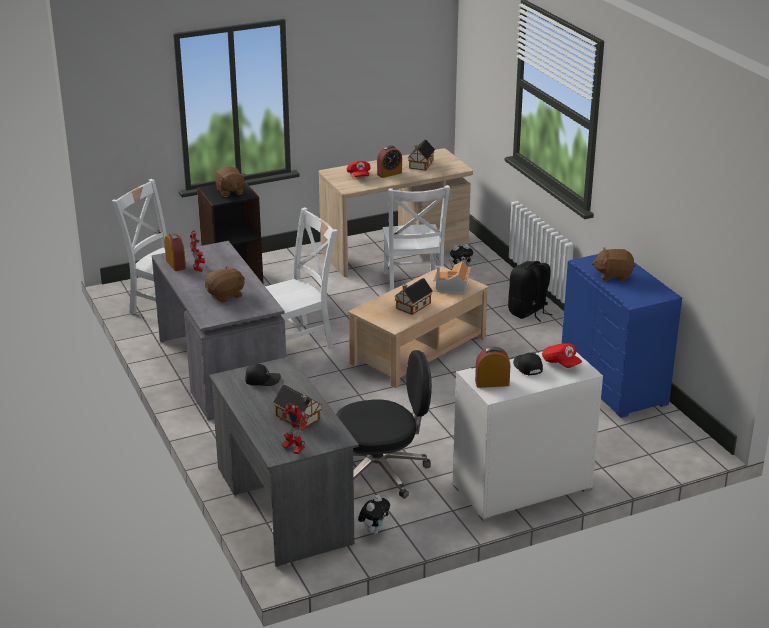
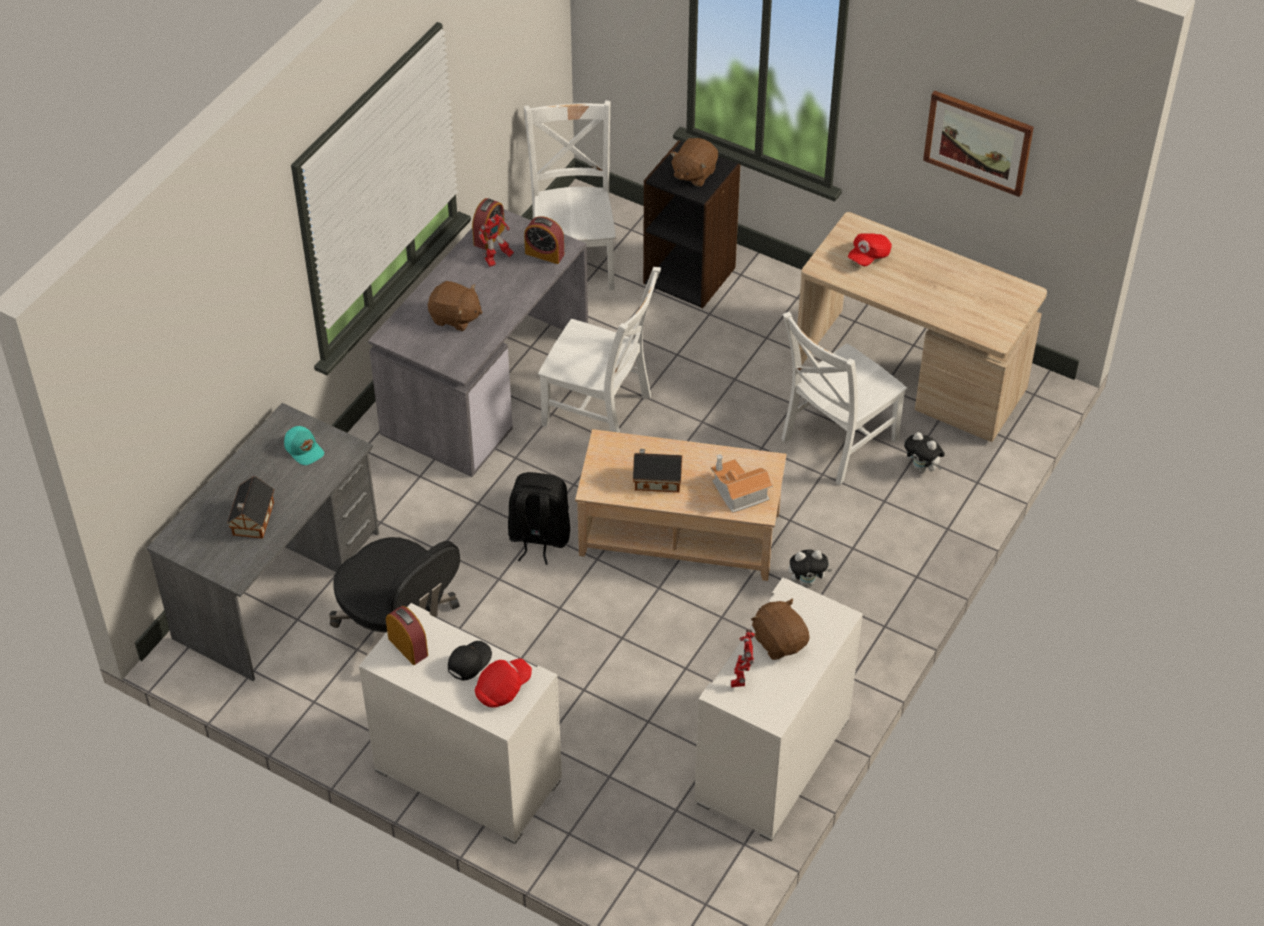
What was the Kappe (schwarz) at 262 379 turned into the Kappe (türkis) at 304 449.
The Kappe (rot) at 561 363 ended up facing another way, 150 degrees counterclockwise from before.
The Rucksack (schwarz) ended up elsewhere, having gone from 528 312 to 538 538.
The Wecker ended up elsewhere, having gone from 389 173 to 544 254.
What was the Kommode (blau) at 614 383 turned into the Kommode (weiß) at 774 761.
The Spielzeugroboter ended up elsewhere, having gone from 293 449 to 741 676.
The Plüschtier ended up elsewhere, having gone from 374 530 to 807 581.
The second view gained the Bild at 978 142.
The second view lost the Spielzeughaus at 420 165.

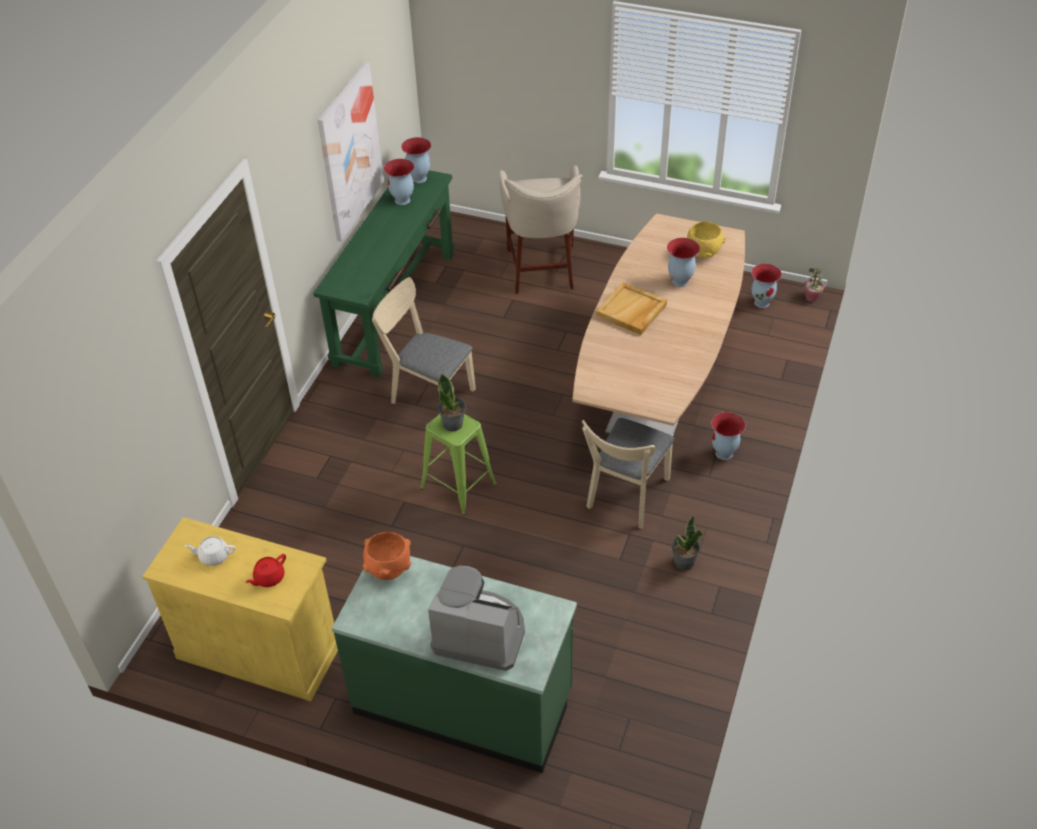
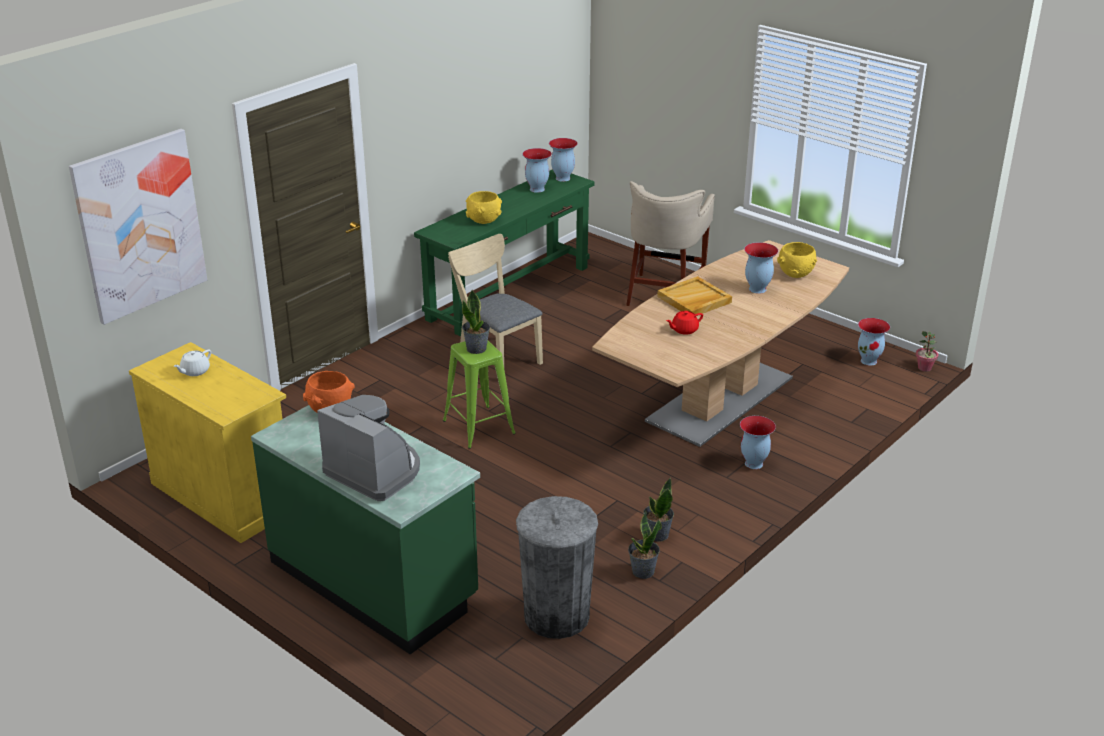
The Bild ended up elsewhere, having gone from 349 152 to 139 225.
The Teekanne (weiß) at 213 556 ended up facing another way, 75 degrees counterclockwise from before.
The second view gained the Schüssel (gelb) at 484 221.
The second view gained the Mülleimer (grau) at 556 616.
The second view gained the Topfpflanze at 642 571.
The Teekanne (rot) ended up elsewhere, having gone from 269 578 to 684 330.
The second view lost the Stuhl (beige) at 625 498.

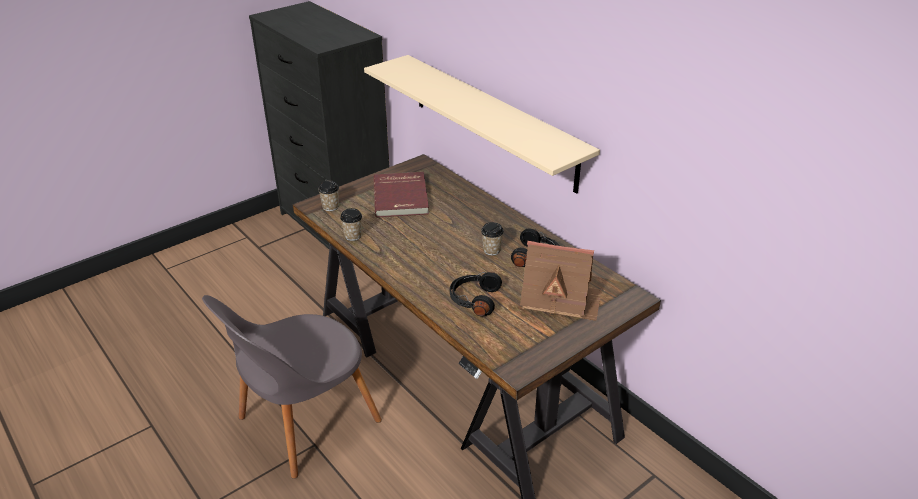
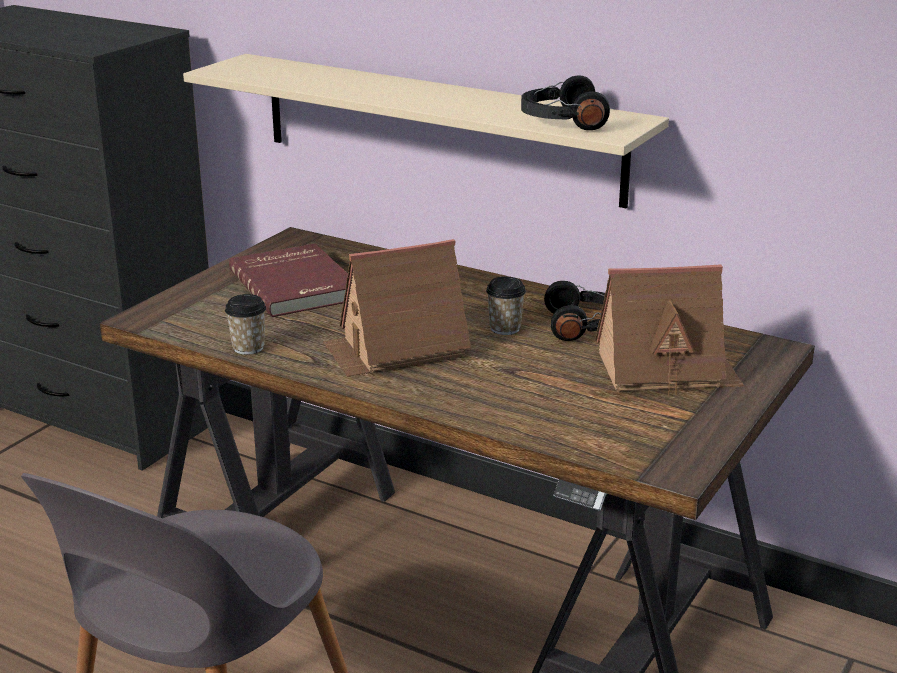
The second view gained the Spielzeughaus at 396 349.
The Kopfhörer (schwarz) ended up elsewhere, having gone from 474 300 to 561 121.
The second view lost the Tasse at 330 207.

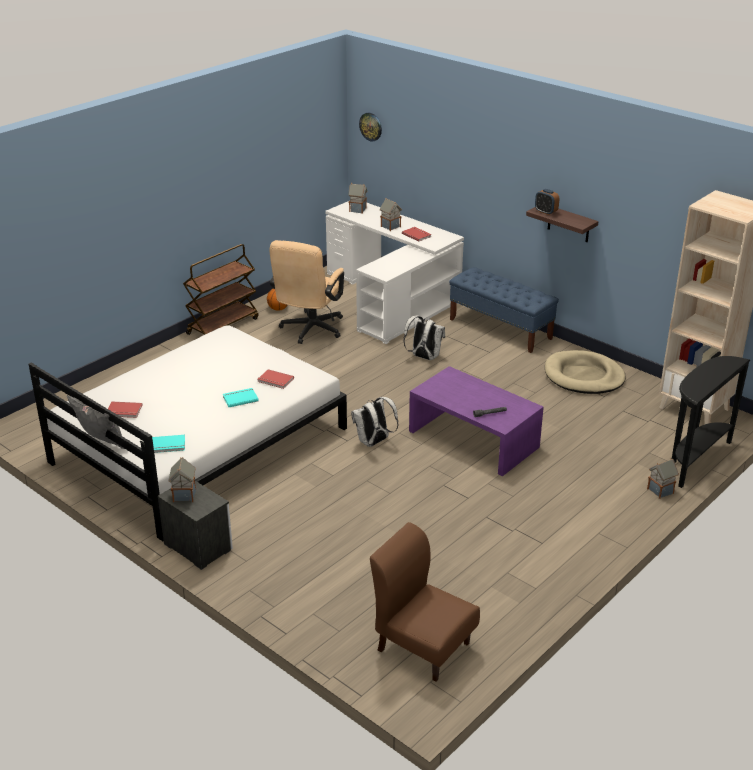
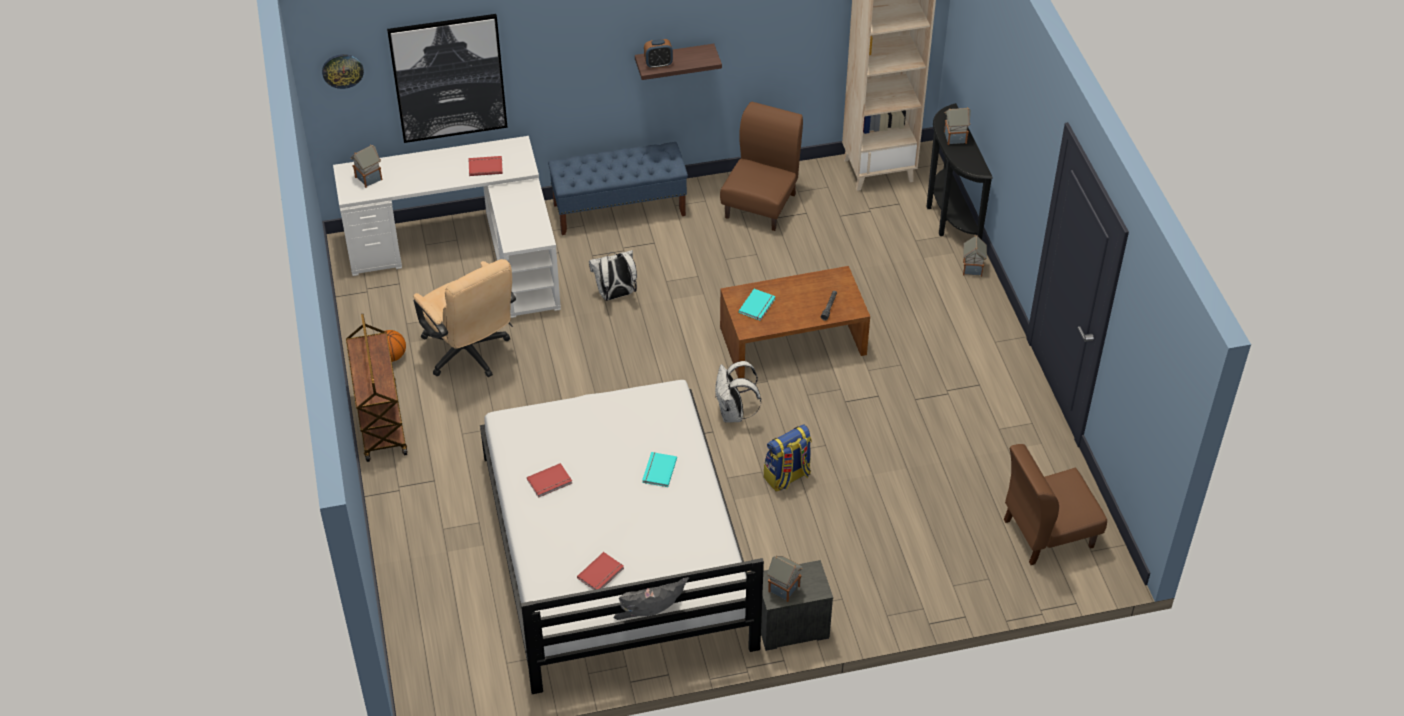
The second view gained the Bild at 448 78.
The Buch (rot) ended up elsewhere, having gone from 275 380 to 550 482.
Where the Hundebett (beige) stood at 583 376, the Stuhl (braun) came to stand at 761 205.
What was the Couchtisch (lila) at 474 439 turned into the Couchtisch (braun) at 792 340.
The Buch (türkis) ended up elsewhere, having gone from 168 445 to 758 306.
The second view gained the Rucksack at 787 477.
The Spielzeughaus ended up elsewhere, having gone from 390 226 to 954 138.

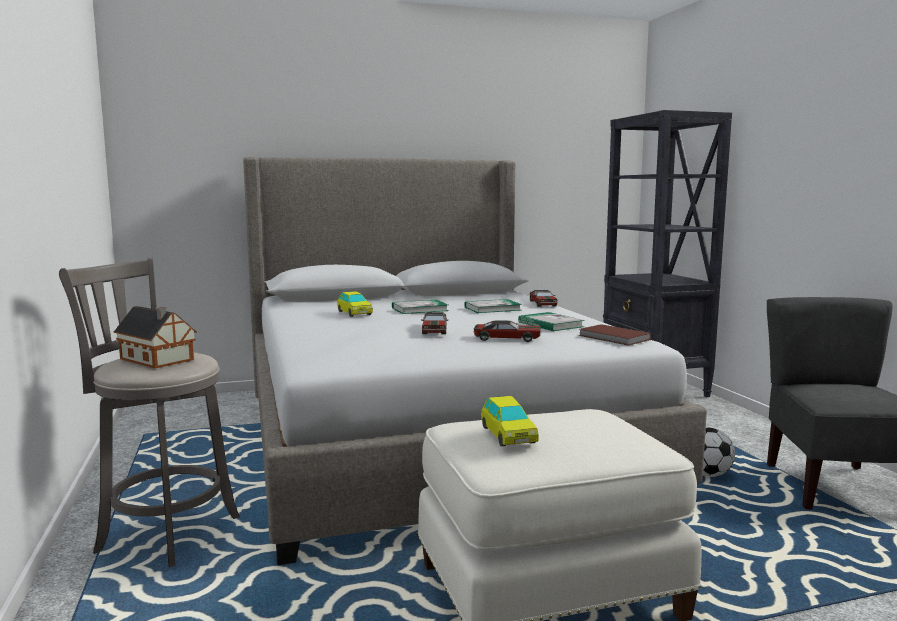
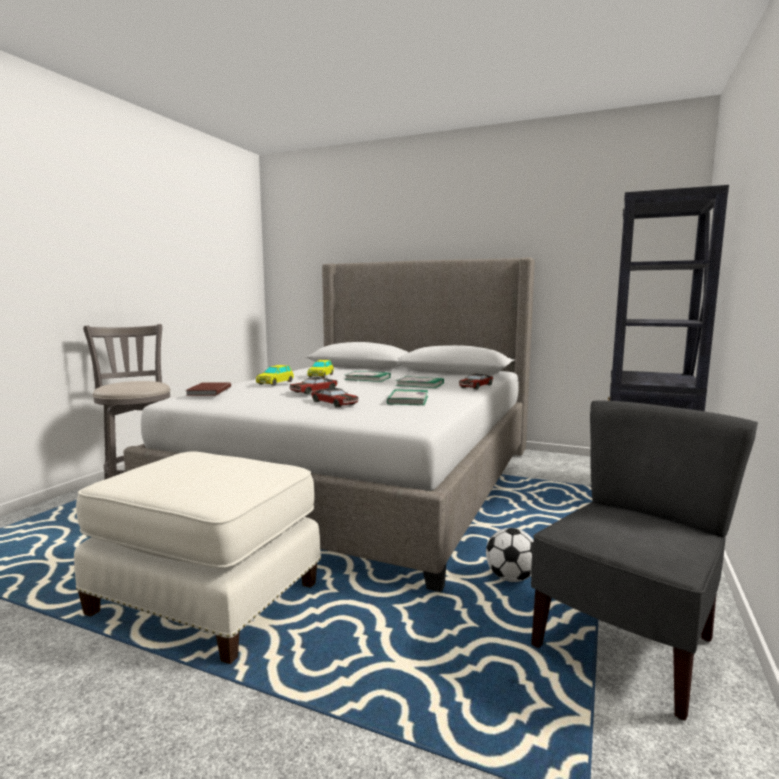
The Buch (braun) ended up elsewhere, having gone from 614 338 to 208 391.
The Spielzeugauto ended up elsewhere, having gone from 508 435 to 275 383.
The second view lost the Spielzeughaus at 157 360.

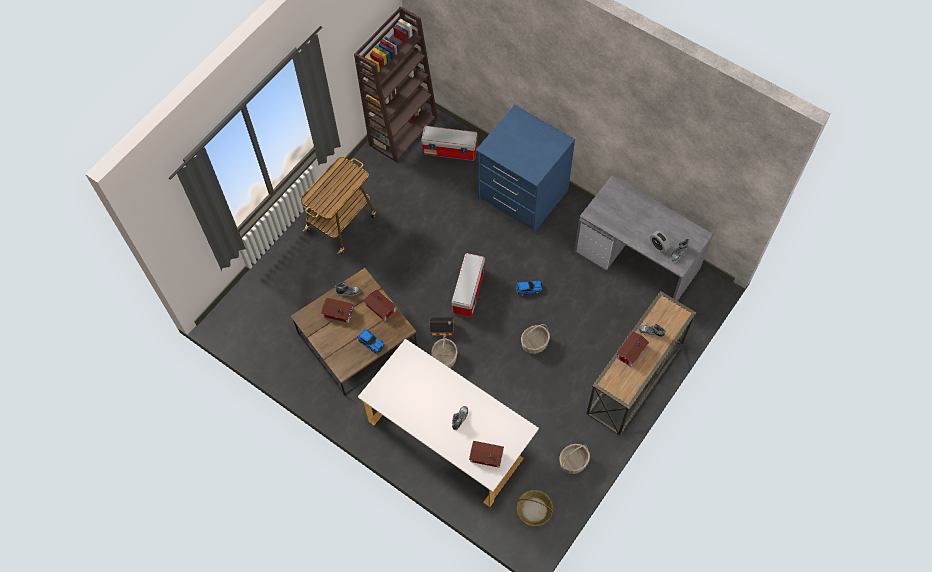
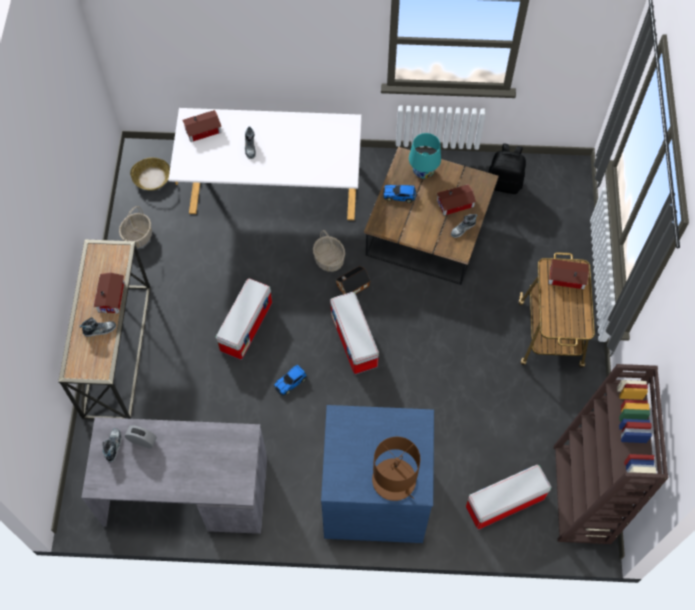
Where the Korb stood at 534 343, the Aufbewahrungsbox came to stand at 246 326.
The second view gained the Tischlampe (braun) at 394 480.
The second view gained the Tischlampe (türkis) at 423 172.
The second view gained the Rucksack (schwarz) at 504 183.
The Spielzeughaus ended up elsewhere, having gone from 380 309 to 566 277.

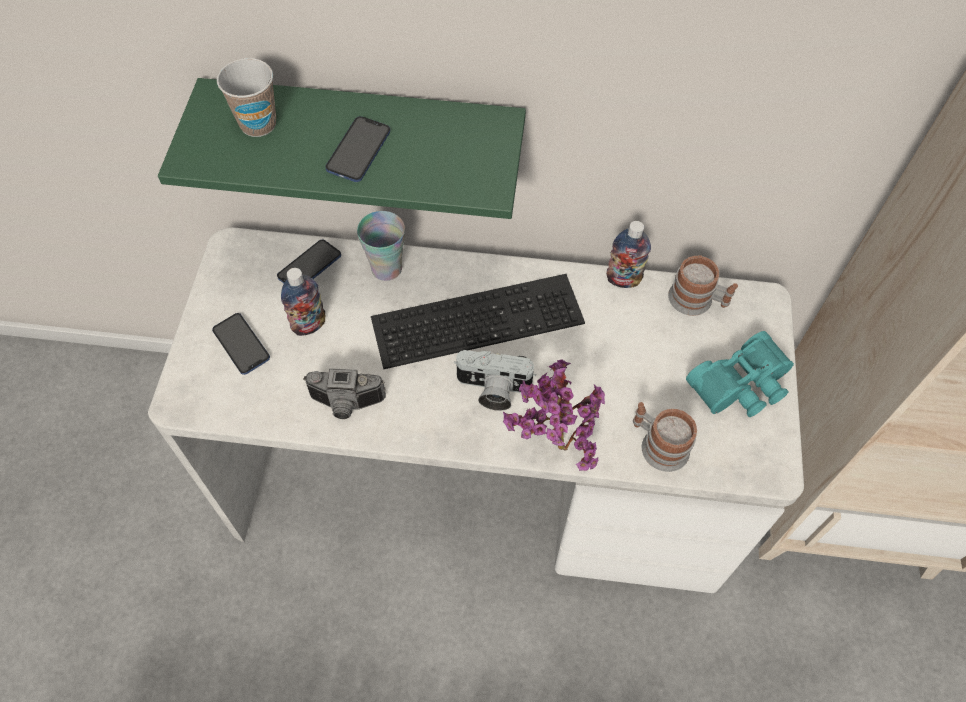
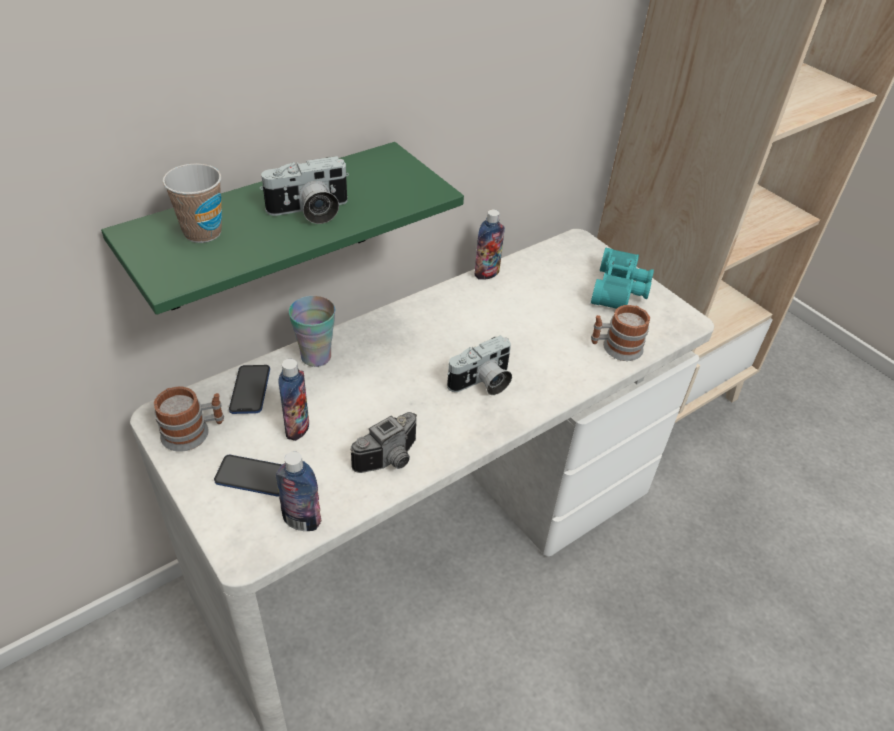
The Henkelbecher ended up elsewhere, having gone from 697 301 to 193 433.
Where the Handy stood at 358 150, the Kamera came to stand at 310 212.
The second view gained the Flasche at 302 521.
The second view lost the Tastatur at 478 317.
The second view lost the Topfpflanze at 553 446.

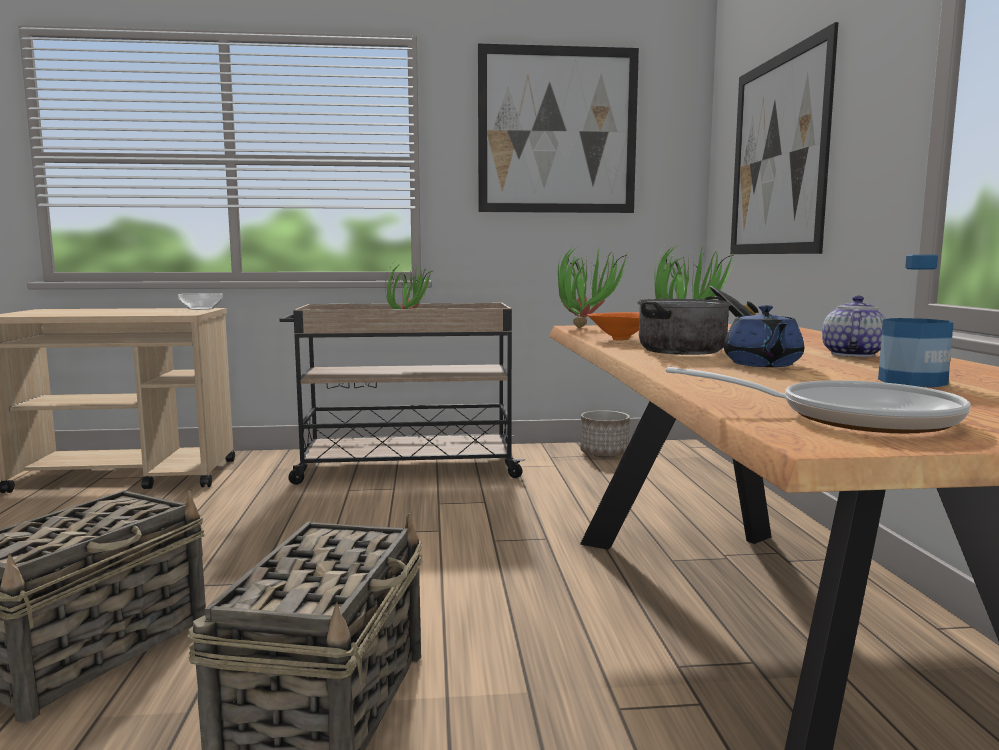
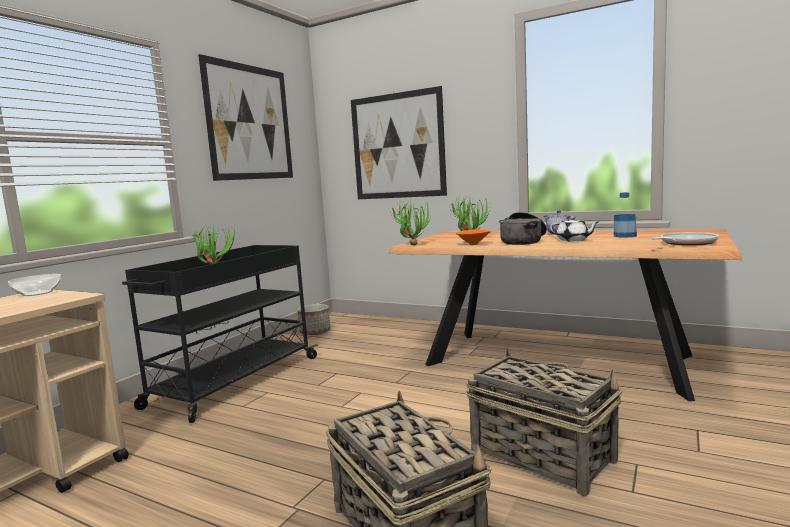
What was the Rollwagen (beige) at 405 468 turned into the Rollwagen (schwarz) at 233 382.
What was the Teekanne (blau) at 762 364 turned into the Teekanne (weiß) at 573 240.

